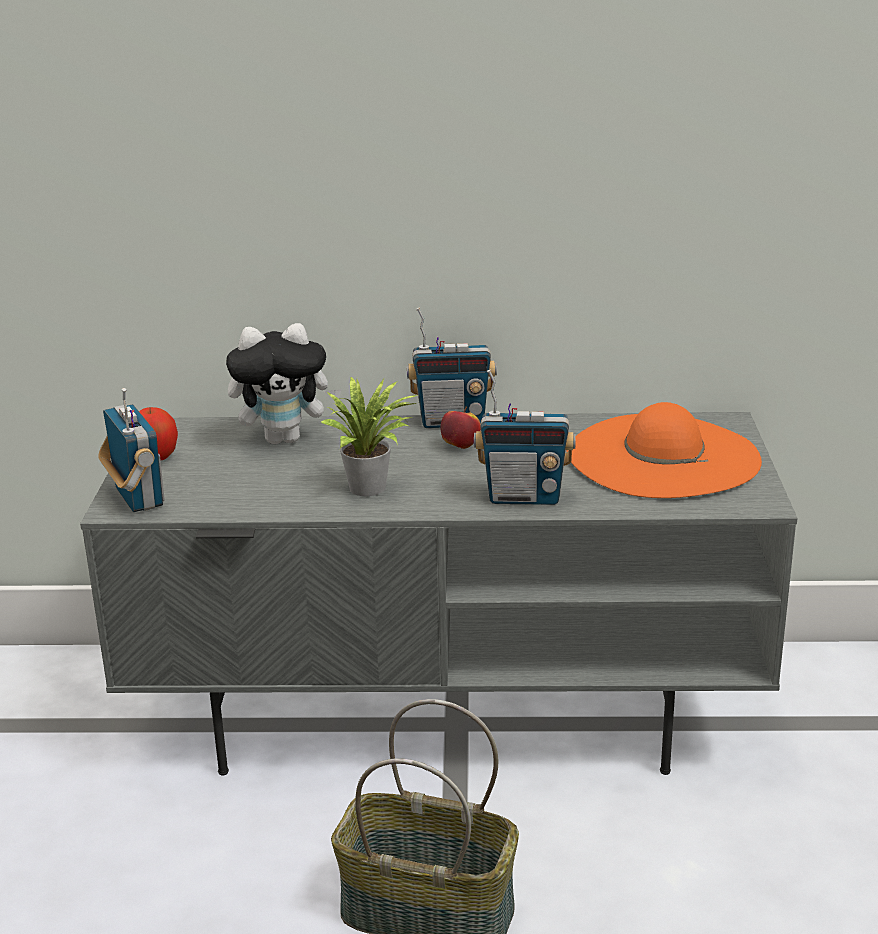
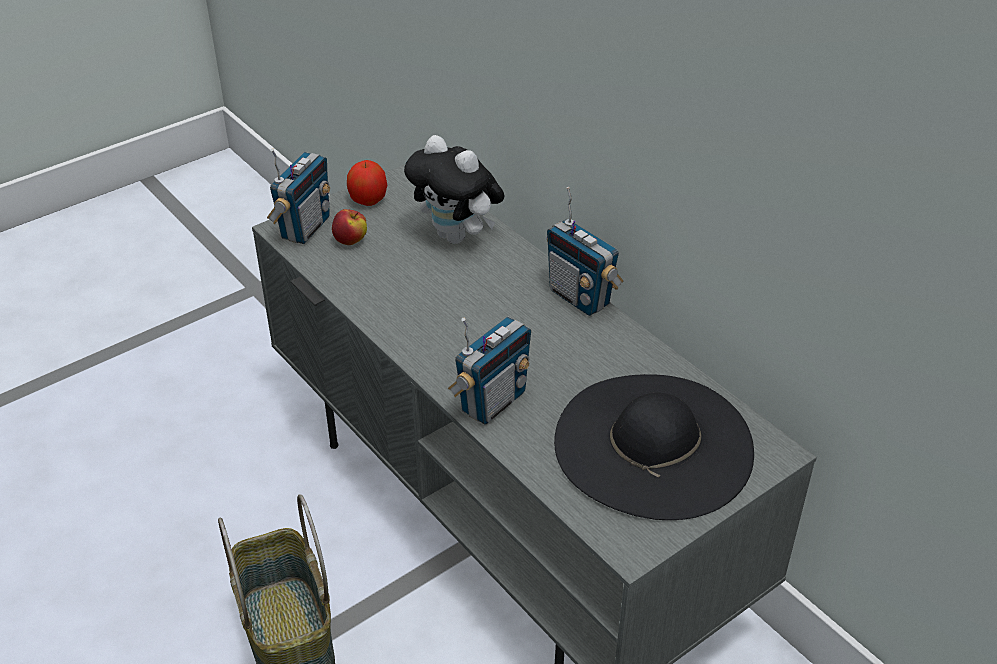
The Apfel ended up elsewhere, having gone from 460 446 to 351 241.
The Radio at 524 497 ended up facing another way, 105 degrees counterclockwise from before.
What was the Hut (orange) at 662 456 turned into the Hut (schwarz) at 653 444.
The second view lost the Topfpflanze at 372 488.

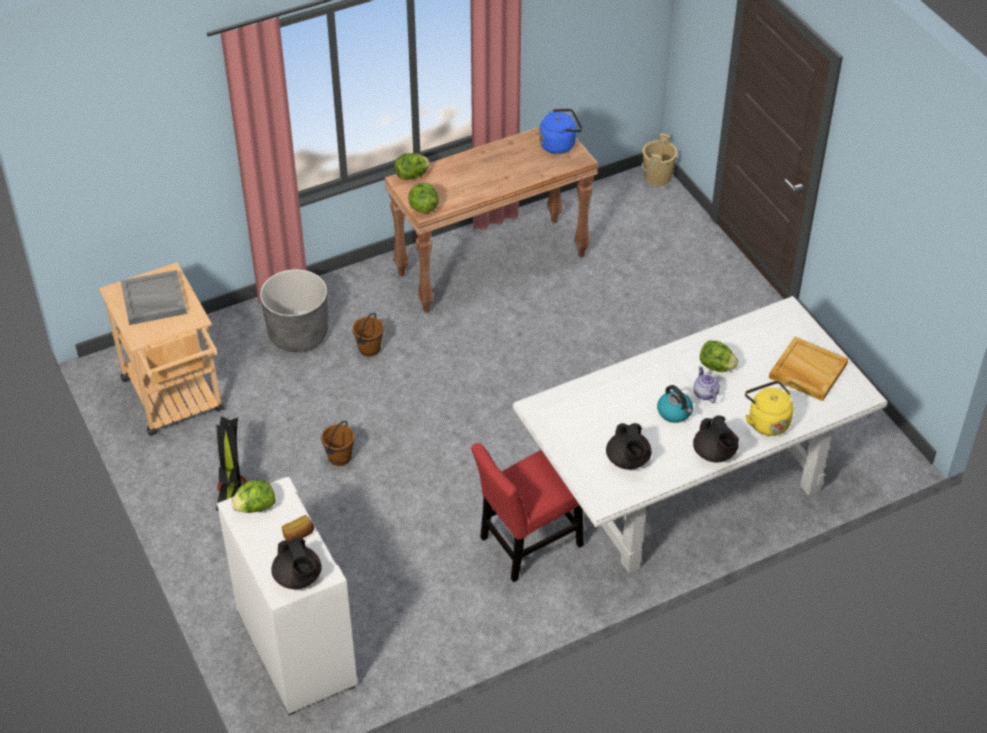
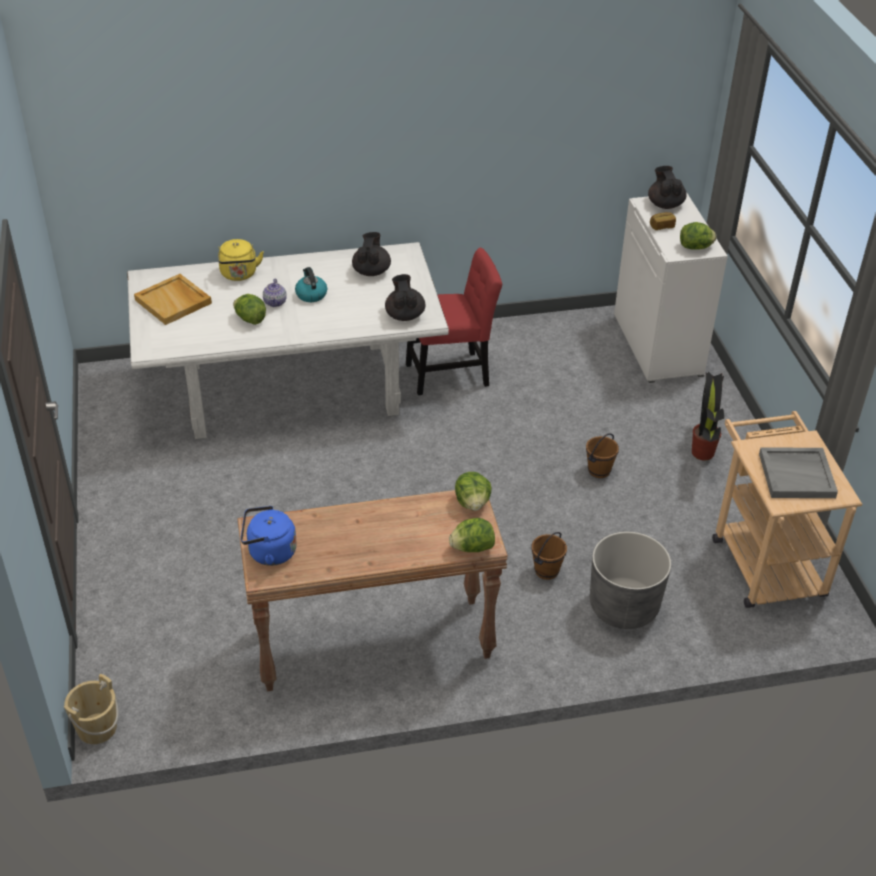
The Teekanne (schwarz) ended up elsewhere, having gone from 715 453 to 405 315.

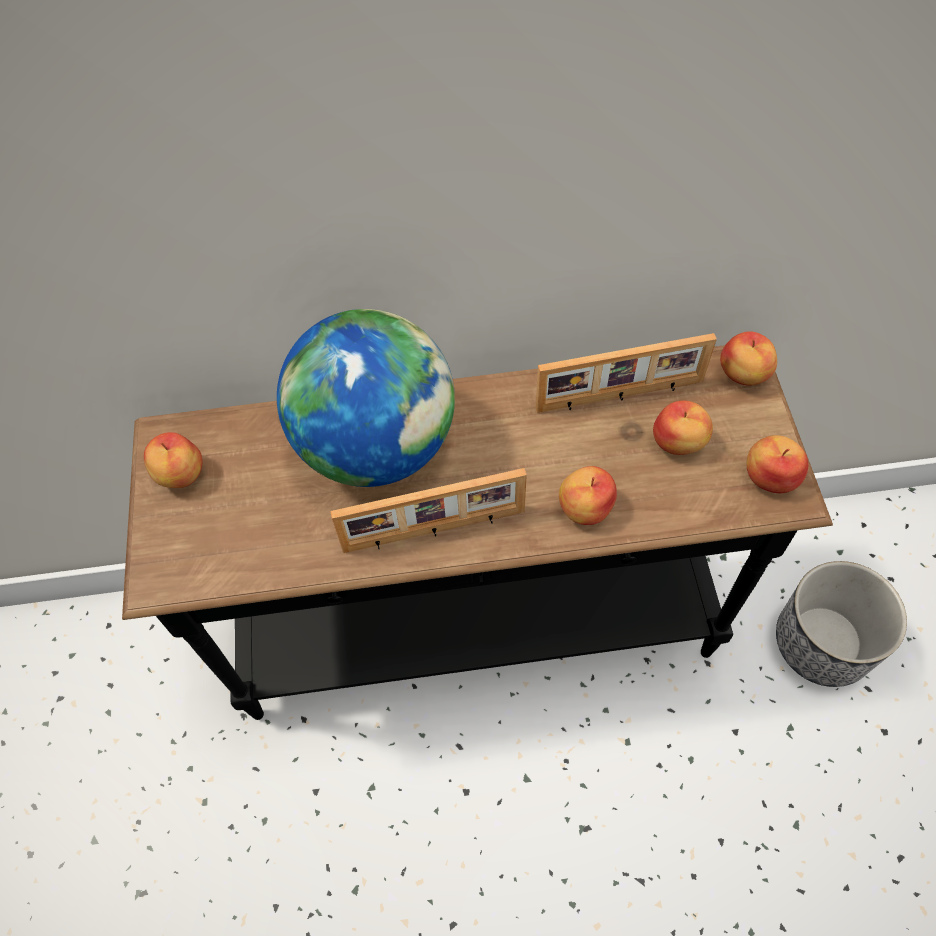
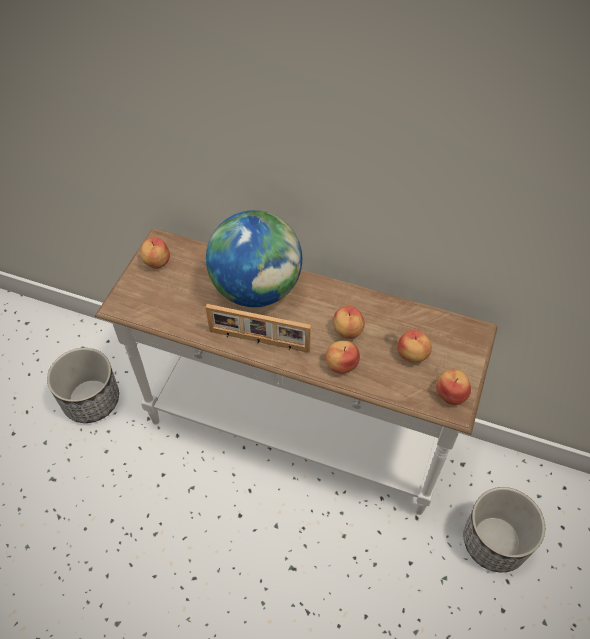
The second view gained the Pflanzkübel at 91 400.
What was the Konsolentisch (schwarz) at 476 628 turned into the Konsolentisch (weiß) at 295 433.
The Apfel ended up elsewhere, having gone from 743 374 to 347 331.
The second view lost the Bilderrahmen at 620 396.

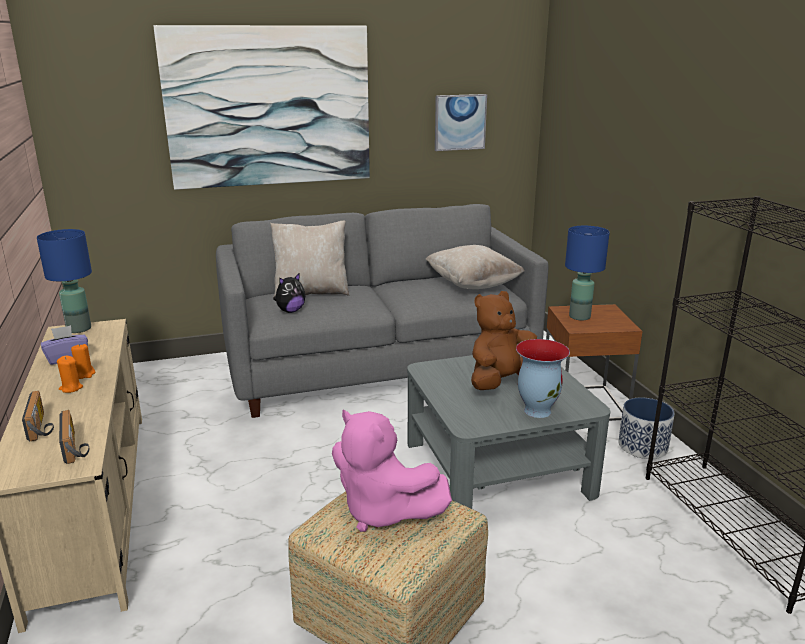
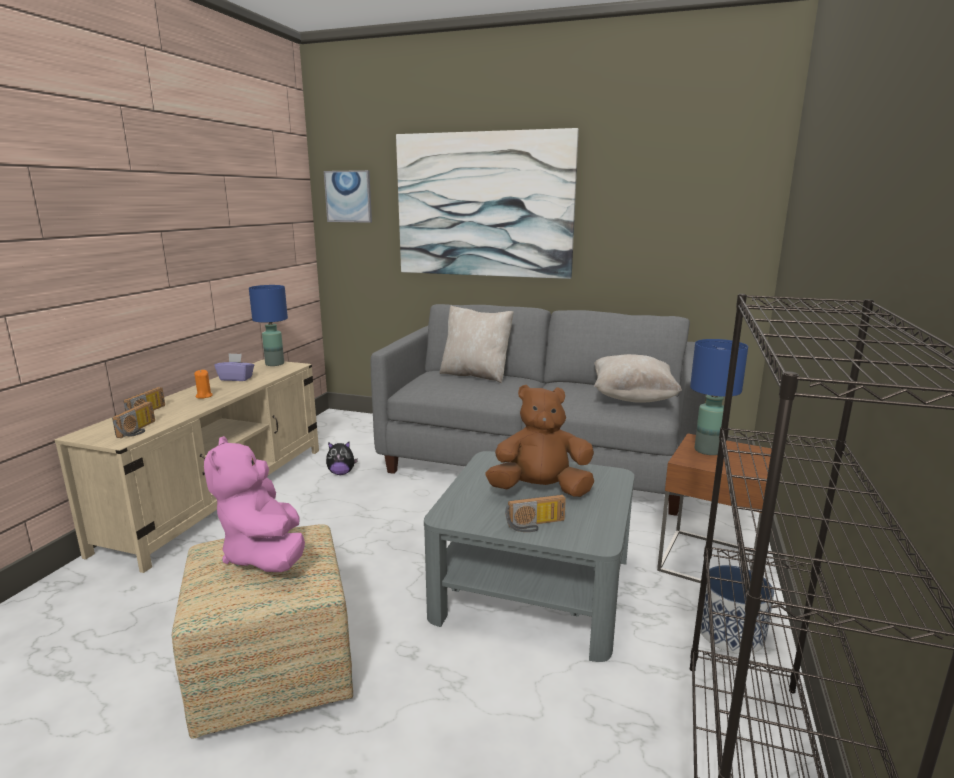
The Bild ended up elsewhere, having gone from 460 122 to 348 196.
The Plüschtier ended up elsewhere, having gone from 290 311 to 341 473.
Where the Vase stood at 537 410, the Radio came to stand at 536 525.
The second view lost the Kerze (orange) at 85 374.

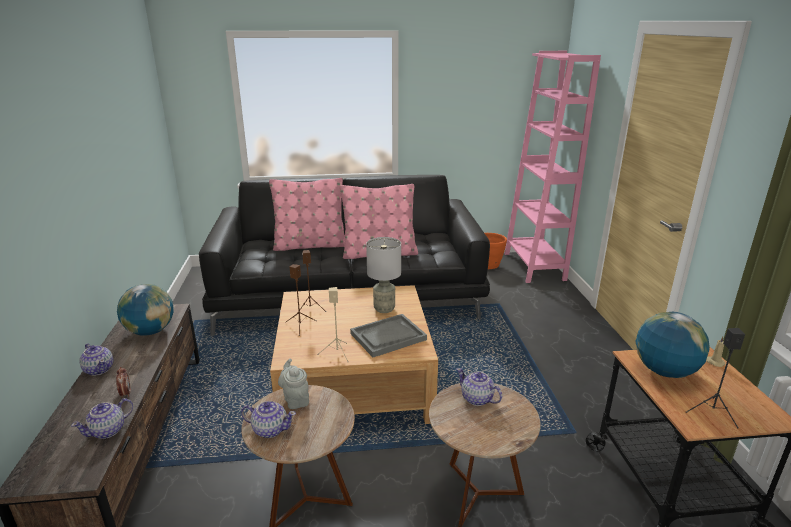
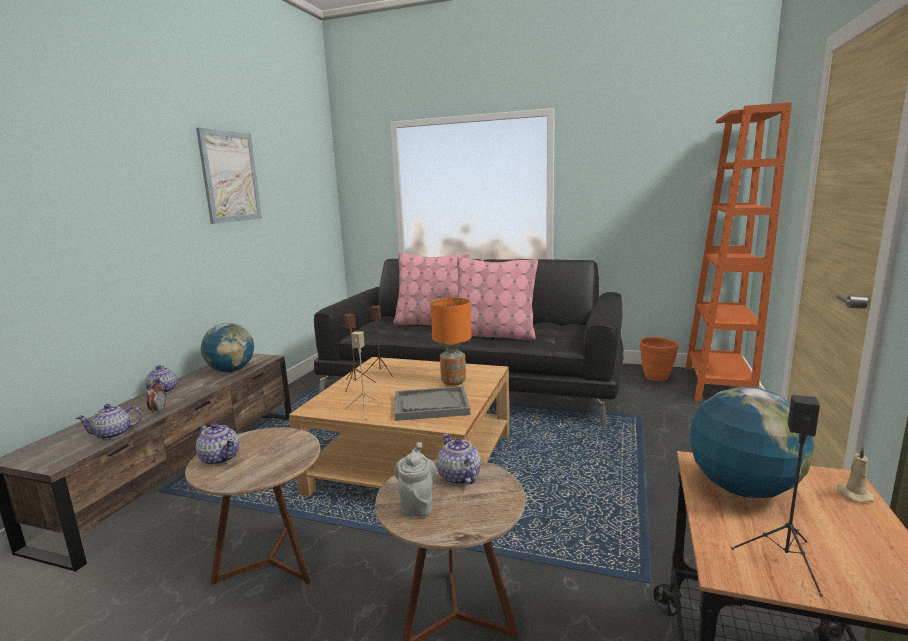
The second view gained the Bild at 230 176.
The Teekanne (grau) ended up elsewhere, having gone from 295 399 to 417 504.
What was the Tischlampe (grau) at 384 309 turned into the Tischlampe (orange) at 453 382.
What was the Bücherregal (rosa) at 534 266 turned into the Bücherregal (orange) at 717 385.

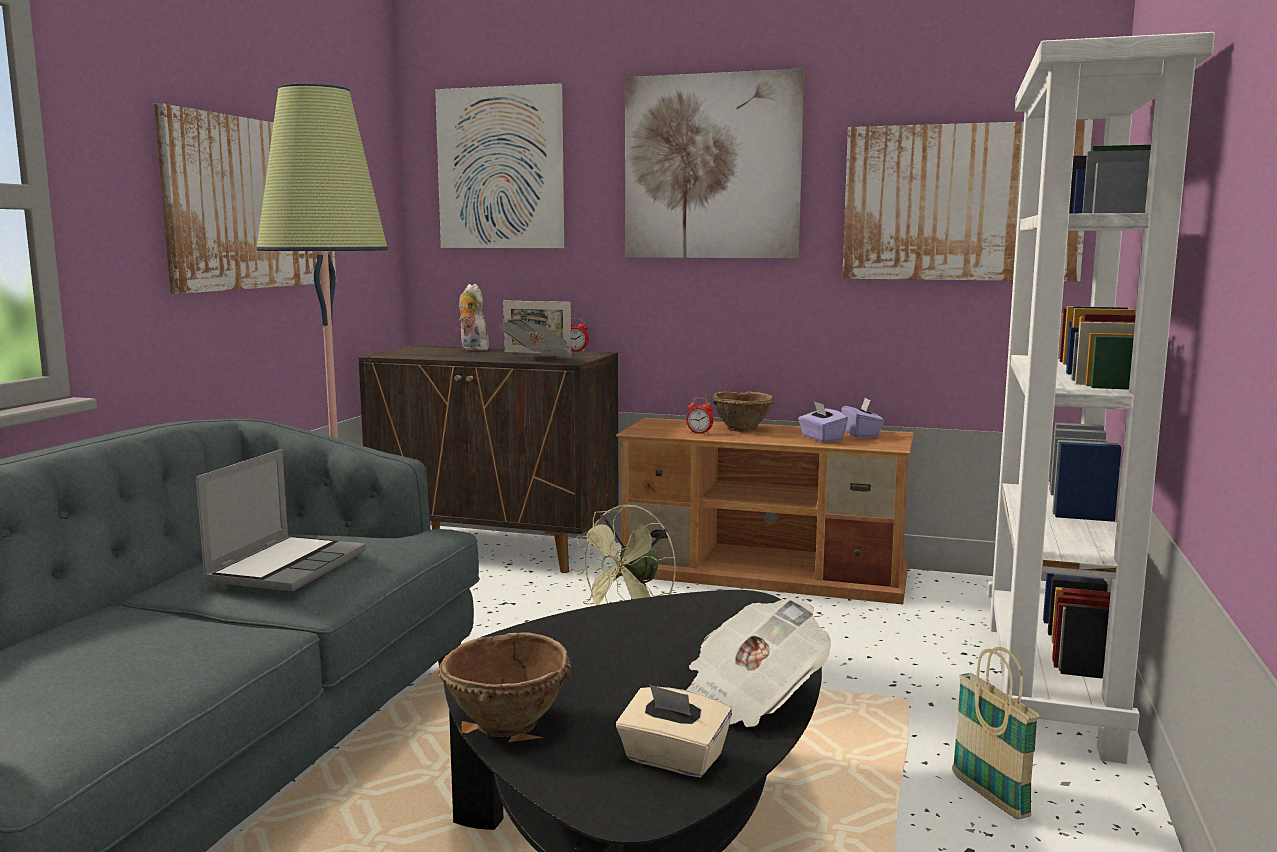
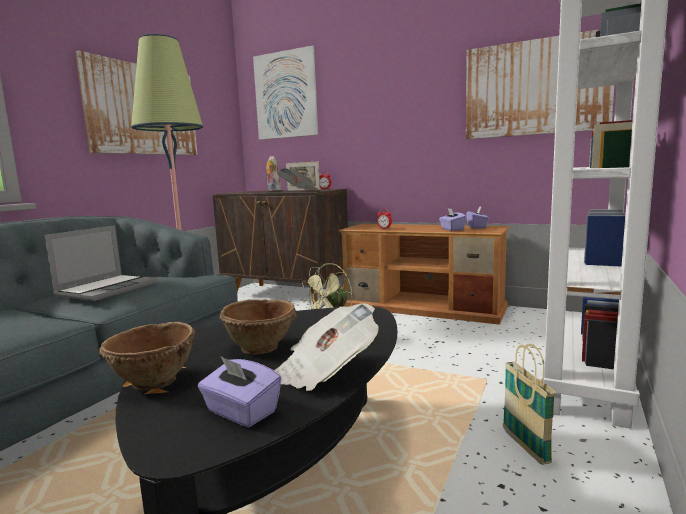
What was the Taschentuchbox (beige) at 673 759 turned into the Taschentuchbox (lila) at 241 412.
The Schüssel (braun) ended up elsewhere, having gone from 742 429 to 261 347.
The second view lost the Bild at 712 167.

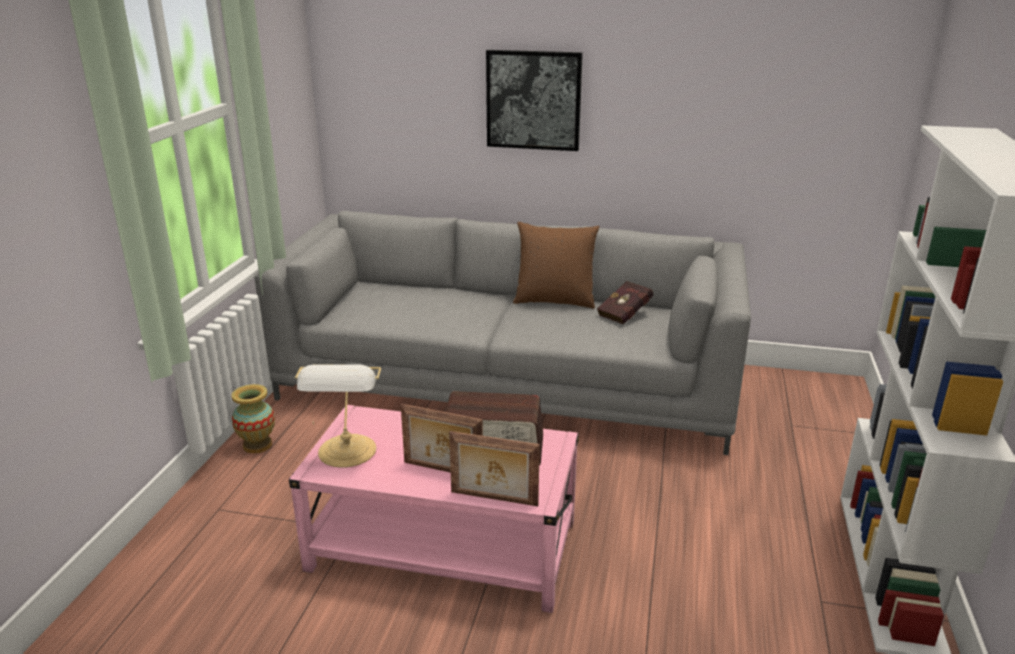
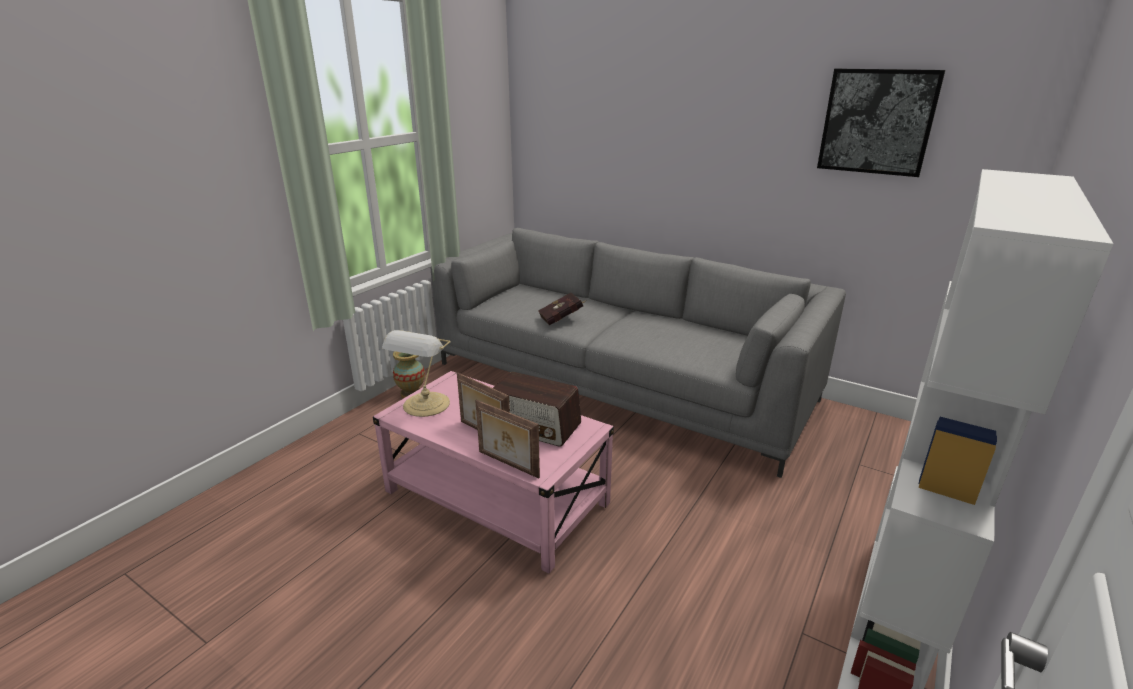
The Buch (rot) ended up elsewhere, having gone from 626 314 to 562 319.
The Bild ended up elsewhere, having gone from 533 100 to 877 122.
The second view lost the Kissen (braun) at 554 300.

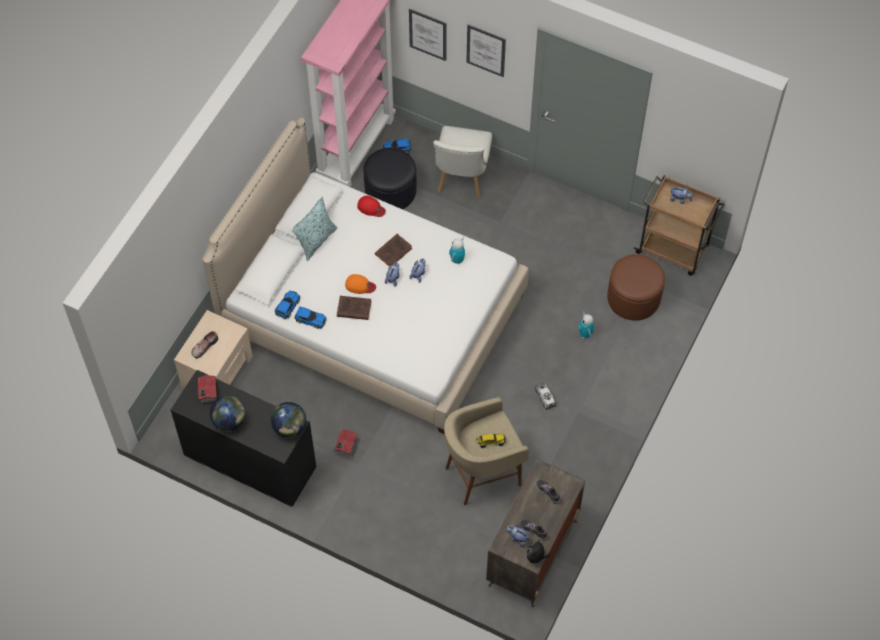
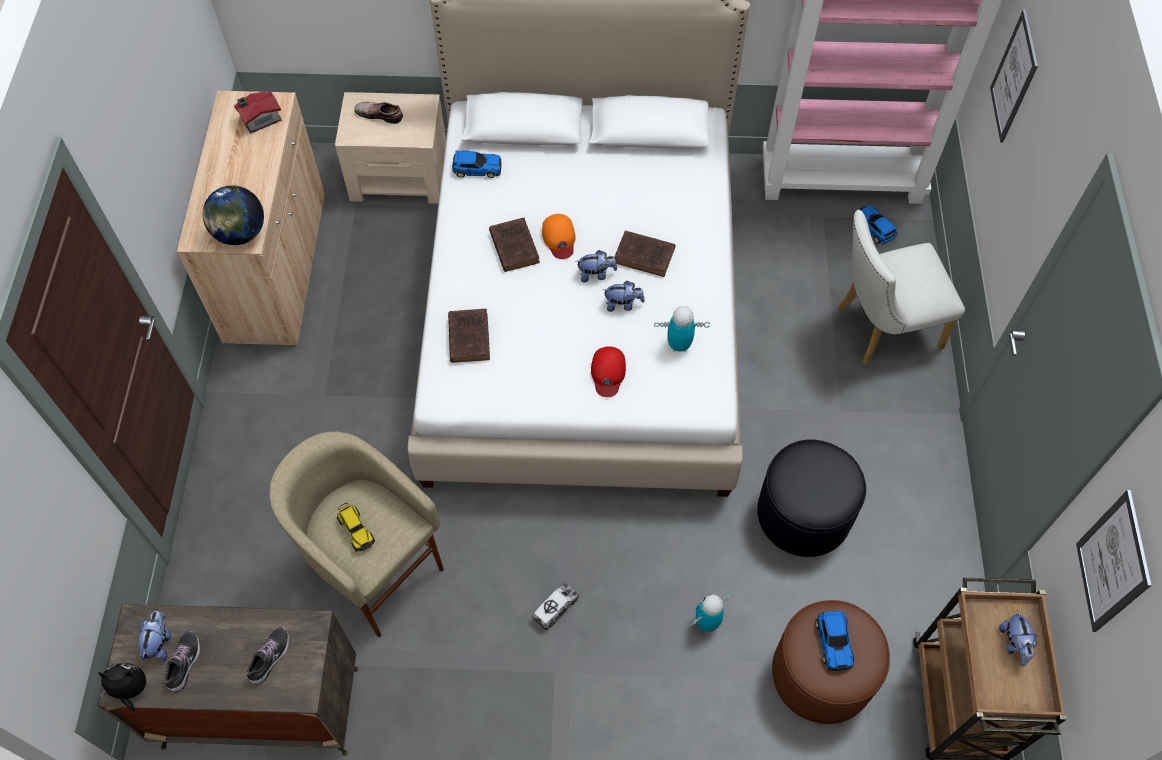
What was the Schrank (schwarz) at 250 461 turned into the Schrank (beige) at 277 267.
The second view gained the Buch (braun) at 469 336.
The Kappe (rot) ended up elsewhere, having gone from 371 208 to 608 372.
The Polsterhocker (schwarz) ended up elsewhere, having gone from 390 191 to 804 513.
The Spielzeugauto ended up elsewhere, having gone from 310 319 to 834 641.
The Bild ended up elsewhere, having gone from 486 50 to 1112 563.
The second view lost the Globus at 229 421.
The second view lost the Kissen at 316 241.
The second view lost the Spielzeughaus at 345 447.

